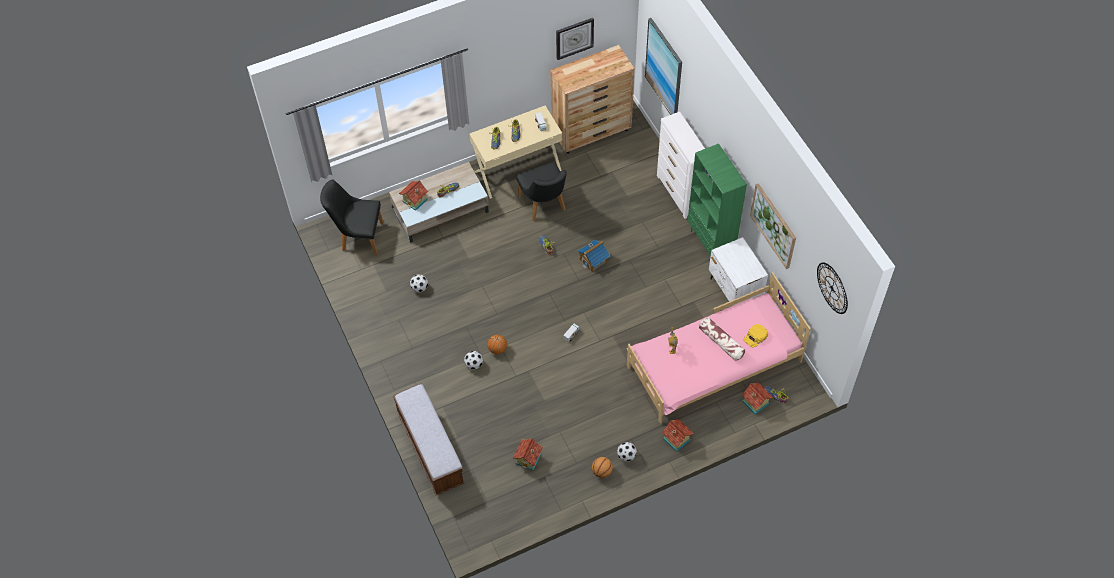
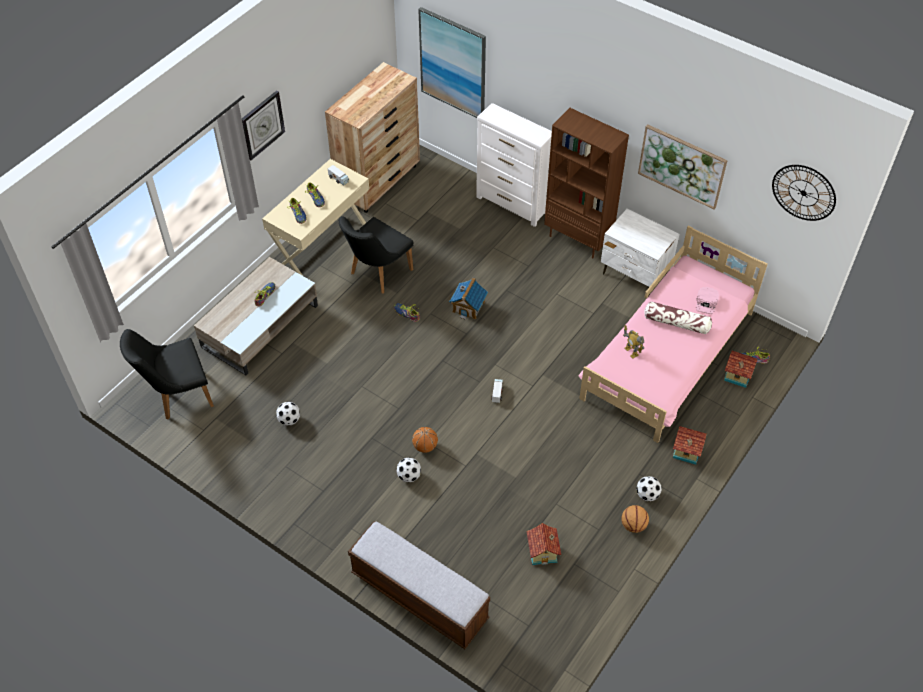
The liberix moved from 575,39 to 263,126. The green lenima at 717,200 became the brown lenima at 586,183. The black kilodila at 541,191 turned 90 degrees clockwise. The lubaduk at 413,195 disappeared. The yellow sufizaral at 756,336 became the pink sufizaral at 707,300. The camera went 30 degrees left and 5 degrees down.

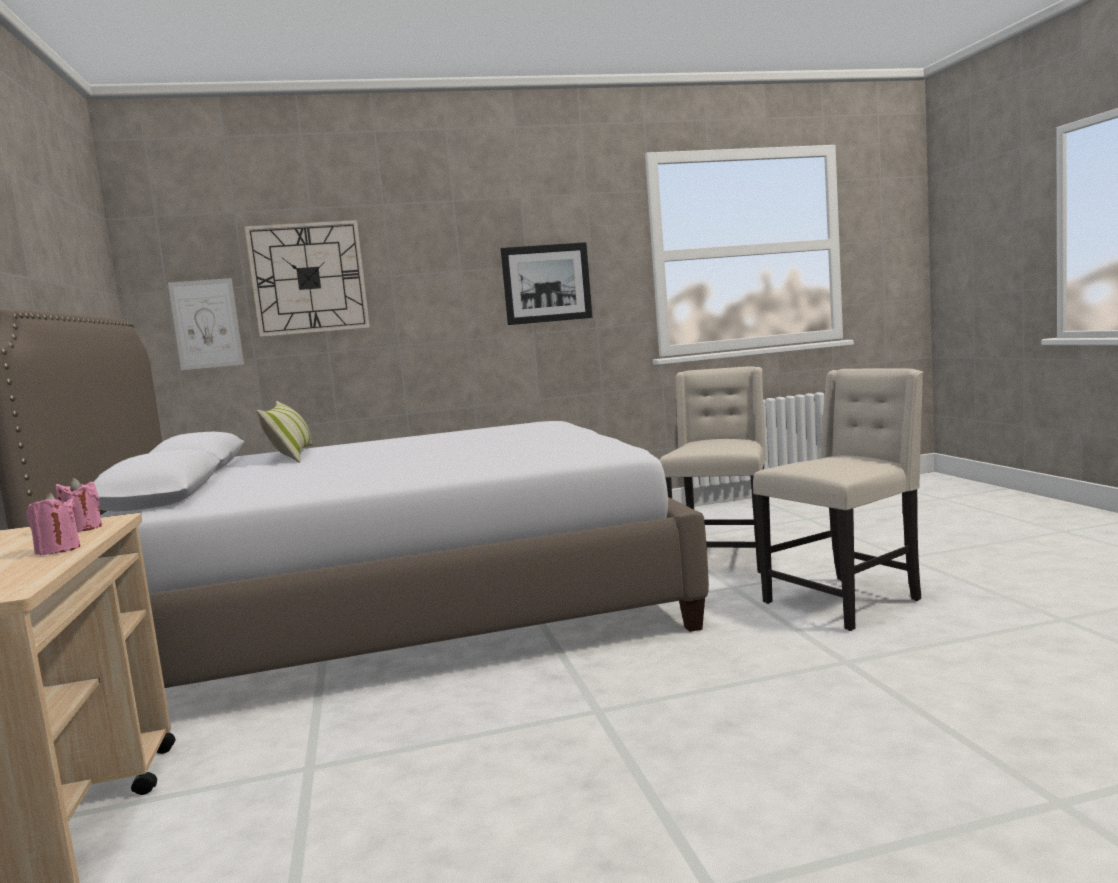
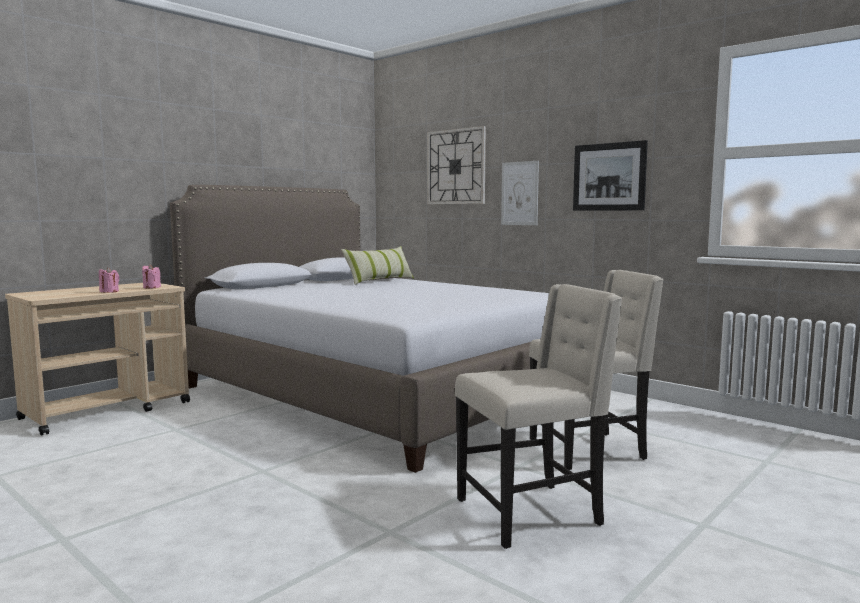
The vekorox moved from 206,324 to 520,193. The beige kilodila at 838,499 turned 45 degrees counterclockwise. The camera went 55 degrees right and 0 degrees up.

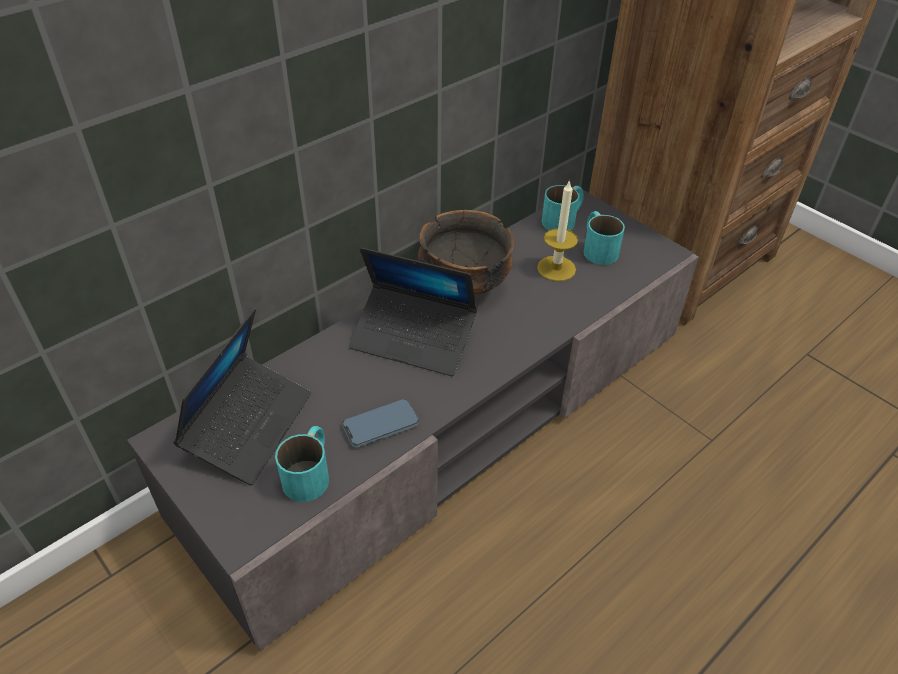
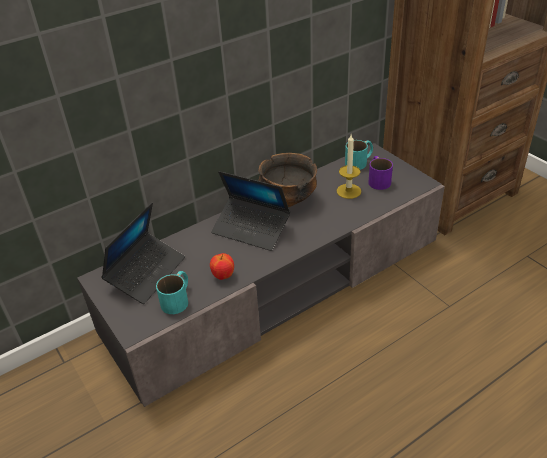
The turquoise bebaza at 604,238 became the purple bebaza at 380,173. The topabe at 380,423 was replaced by the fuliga at 222,266. The camera went 10 degrees right and 5 degrees down.

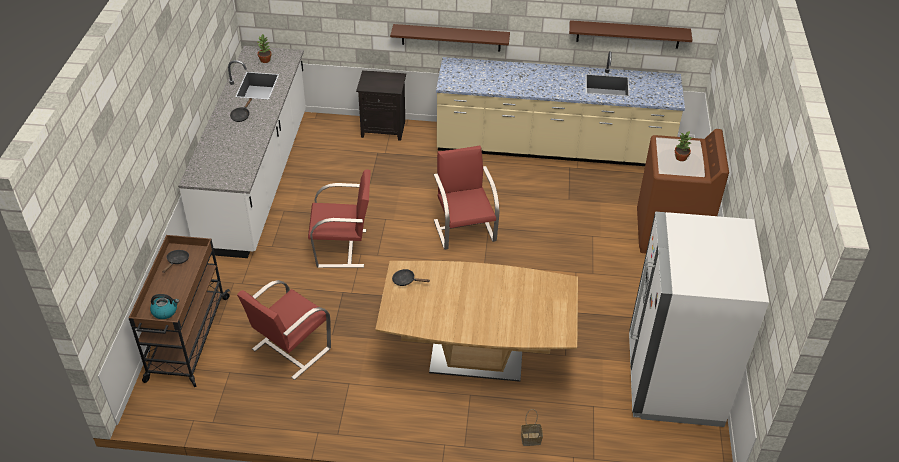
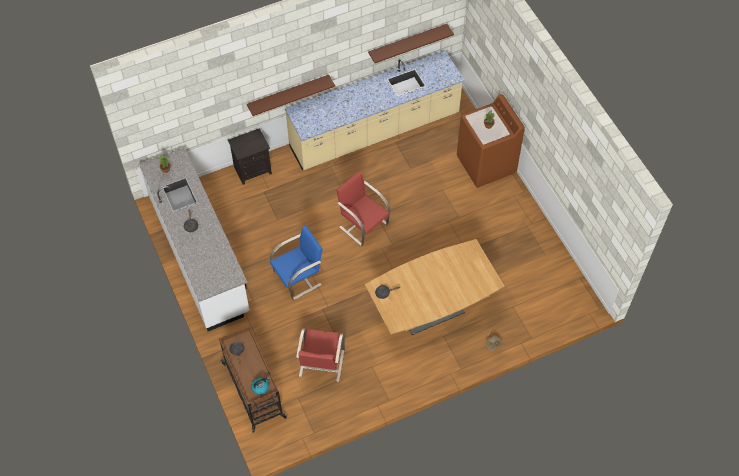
The red kilodila at 339,218 became the blue kilodila at 296,262. The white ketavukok at 699,319 disappeared. The camera went 30 degrees left and 15 degrees up.

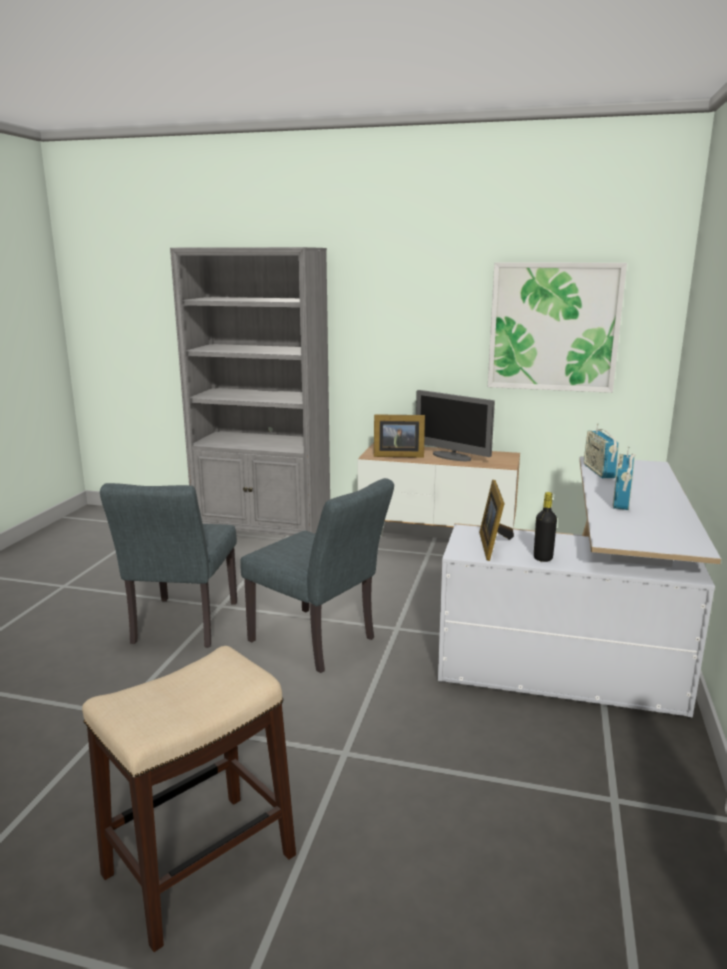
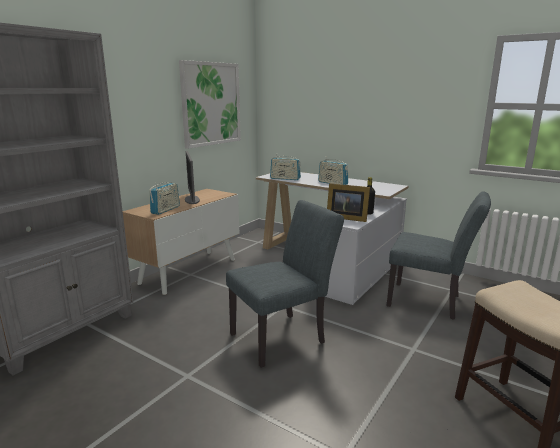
The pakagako at 455,425 turned 105 degrees clockwise. The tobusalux at 399,436 was replaced by the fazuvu at 164,198. The grey kilodila moved from 168,565 to 439,256. The camera went 70 degrees left and 0 degrees up.

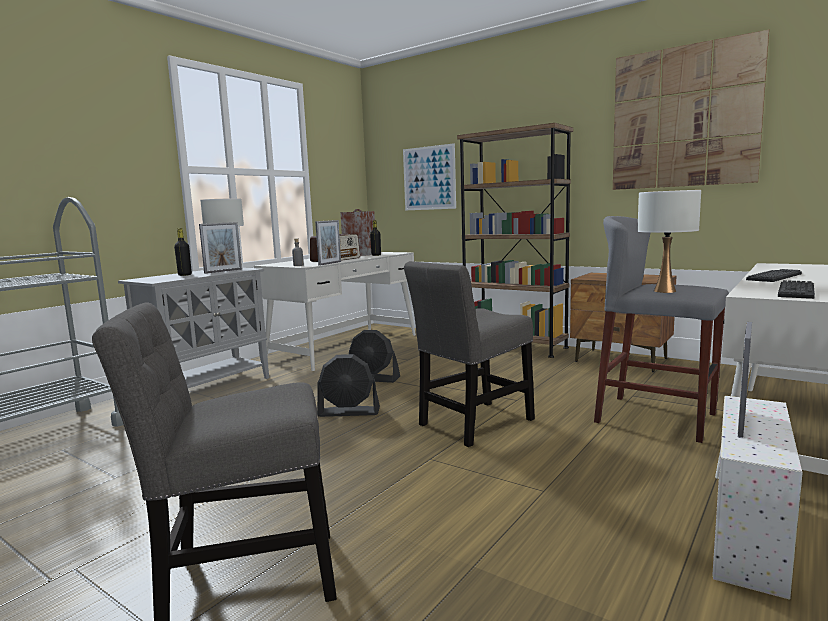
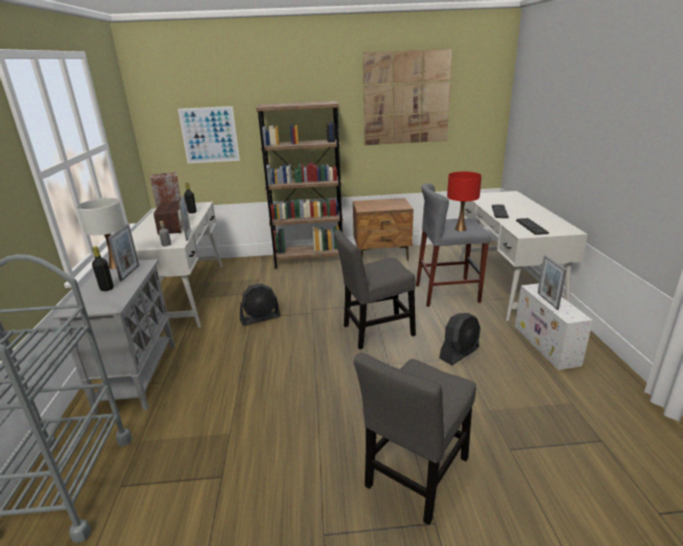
The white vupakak at 669,241 became the red vupakak at 464,201. The grey kilodila at 469,354 turned 60 degrees clockwise. The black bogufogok moved from 348,385 to 459,339. The camera went 40 degrees left and 15 degrees up.

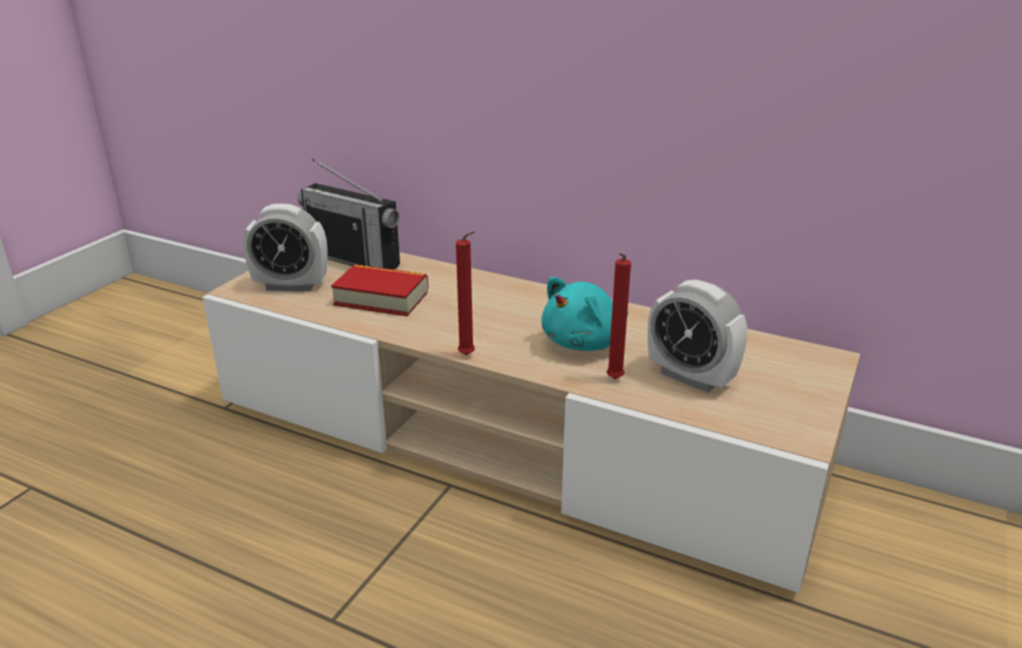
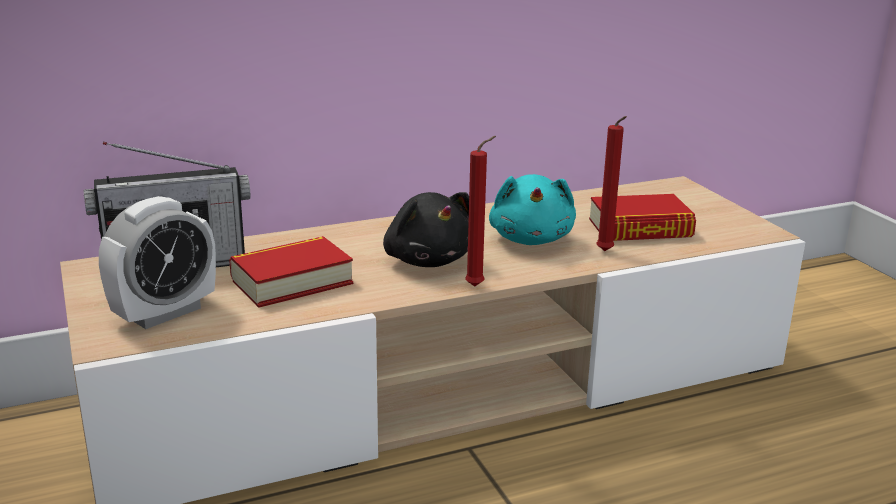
The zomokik at 697,336 was replaced by the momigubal at 642,217. The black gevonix at 426,229 appeared. The camera went 50 degrees left and 5 degrees down.

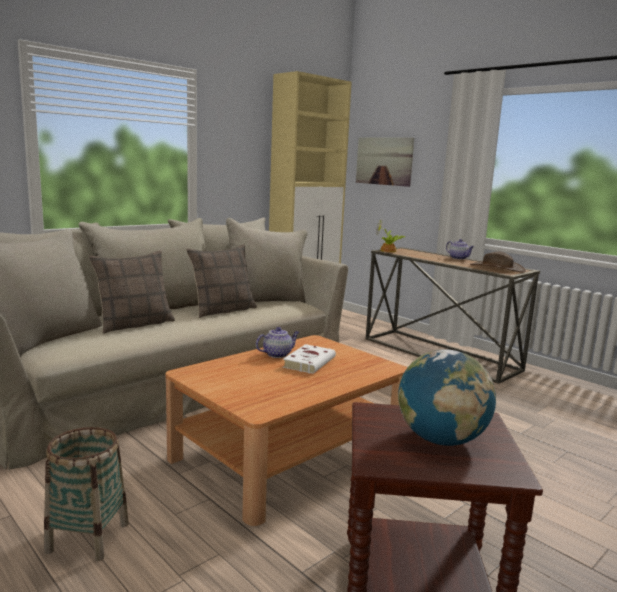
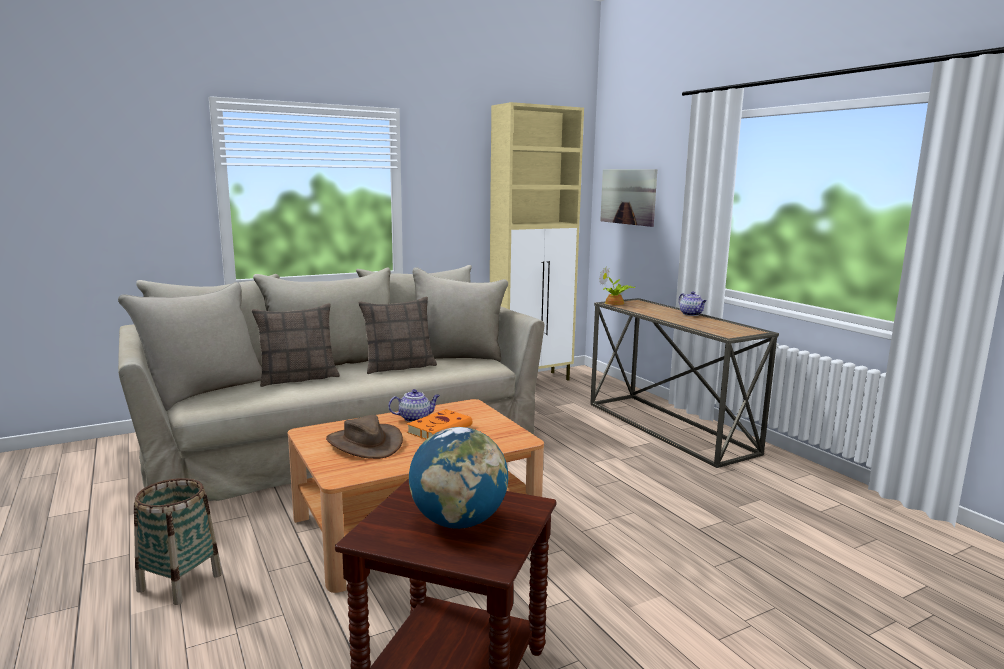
The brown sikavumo moved from 498,262 to 364,437. The white momigubal at 309,359 became the orange momigubal at 439,424. The camera went 15 degrees right and 0 degrees up.

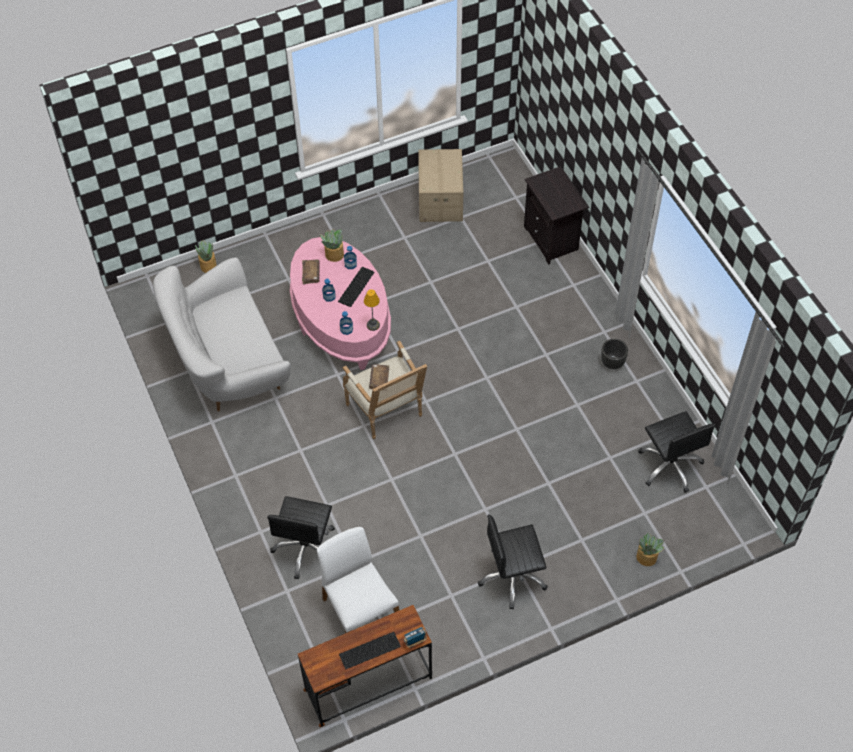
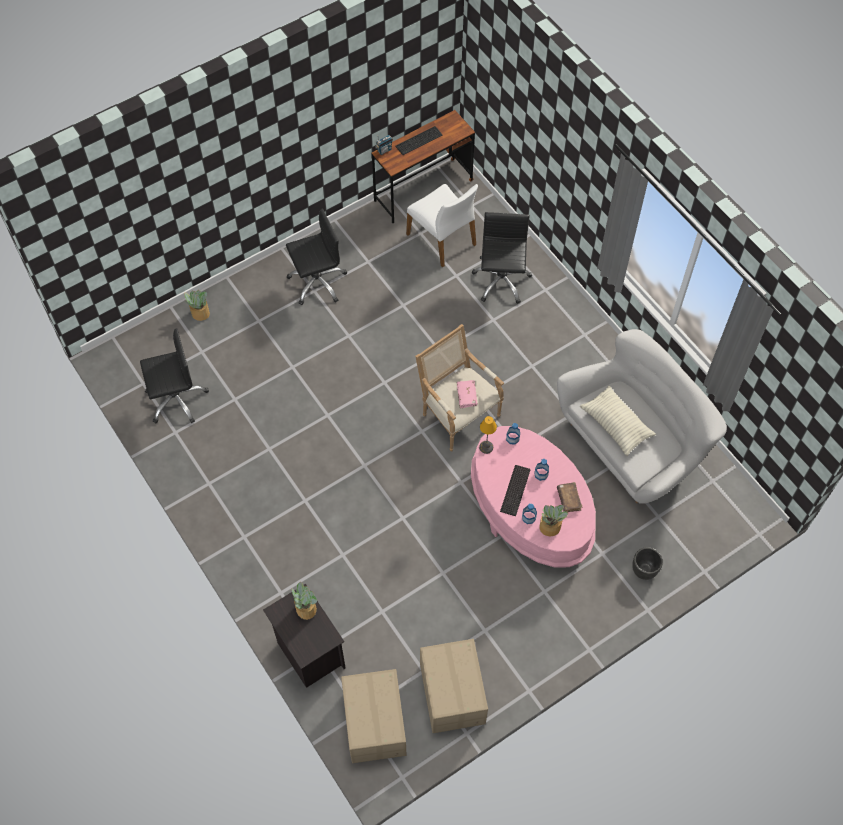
The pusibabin moved from 206,256 to 304,601. The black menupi moved from 614,354 to 647,563. The brown momigubal at 379,377 became the pink momigubal at 467,394. The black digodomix at 676,452 turned 105 degrees clockwise. The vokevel at 618,421 appeared. The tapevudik at 373,716 appeared. The camera went 170 degrees right and 5 degrees up.

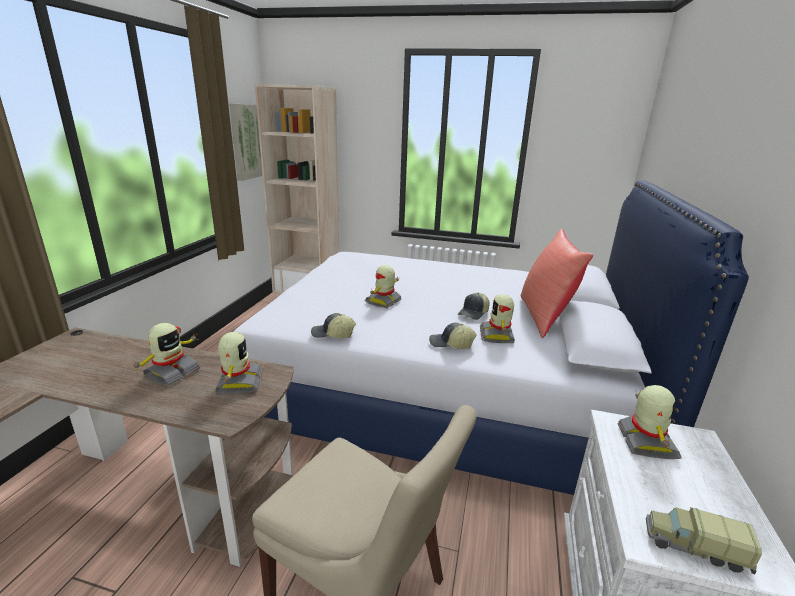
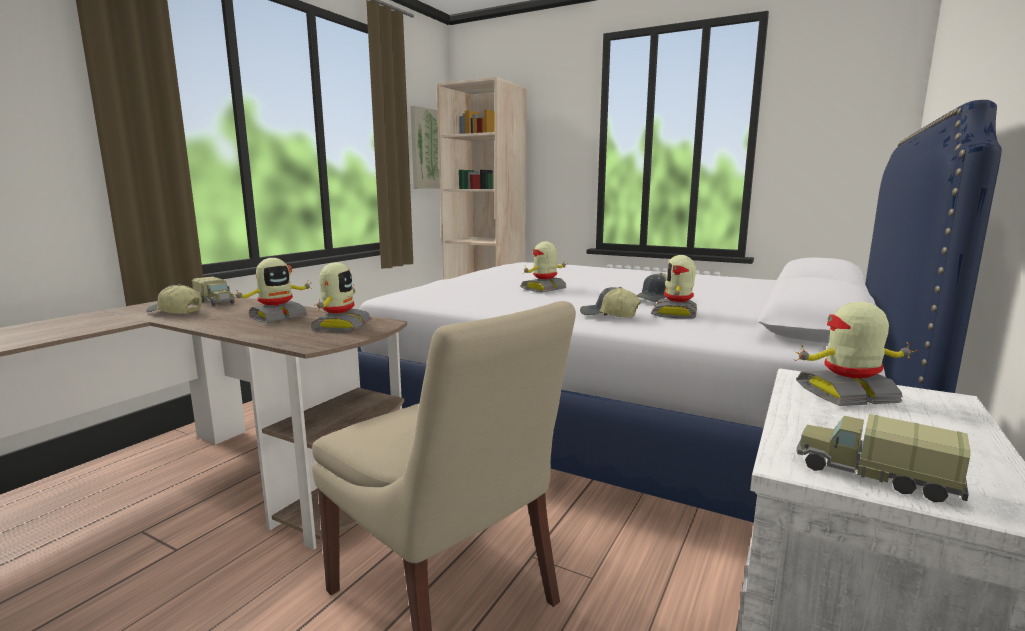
The red vokevel at 557,283 disappeared. The sufizaral moved from 333,325 to 174,299. The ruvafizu at 649,422 turned 120 degrees counterclockwise. The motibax at 213,291 appeared. The camera went 15 degrees right and 10 degrees down.

